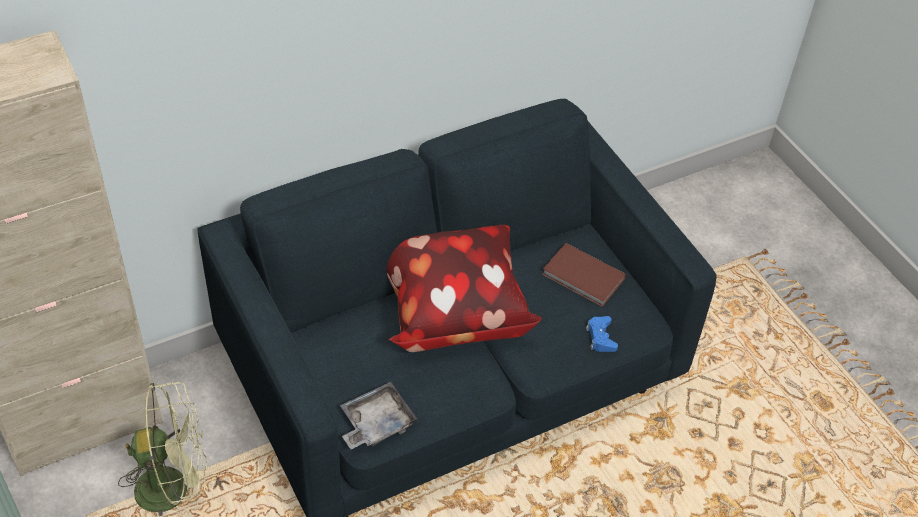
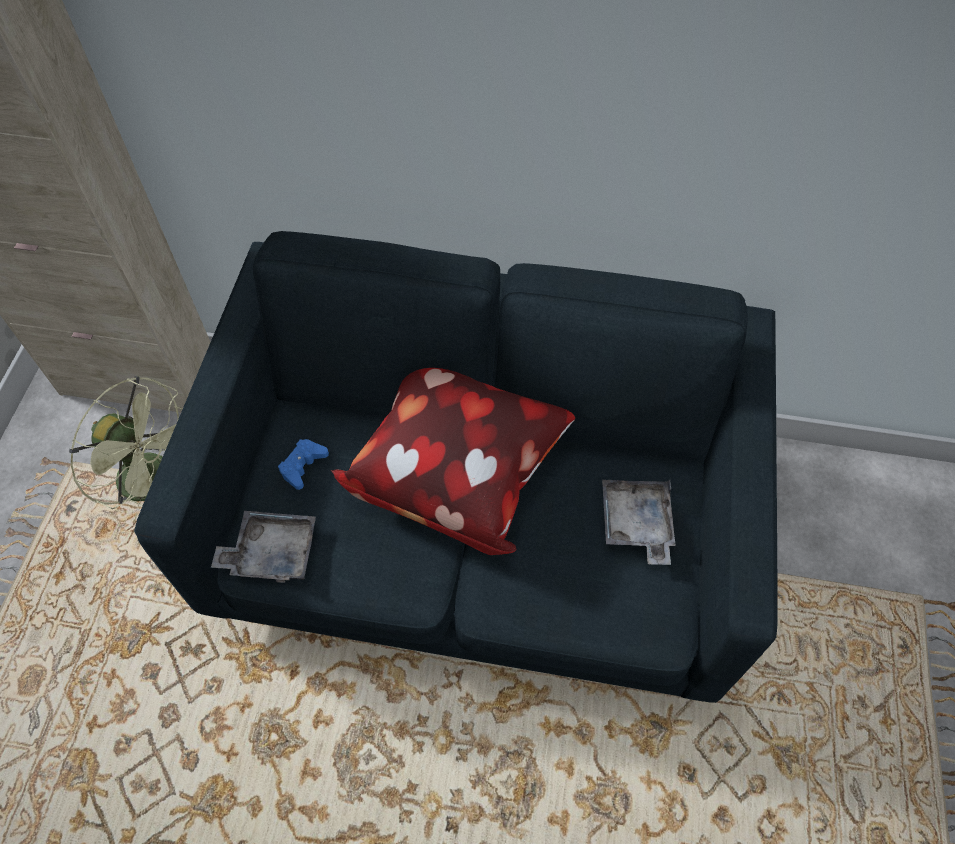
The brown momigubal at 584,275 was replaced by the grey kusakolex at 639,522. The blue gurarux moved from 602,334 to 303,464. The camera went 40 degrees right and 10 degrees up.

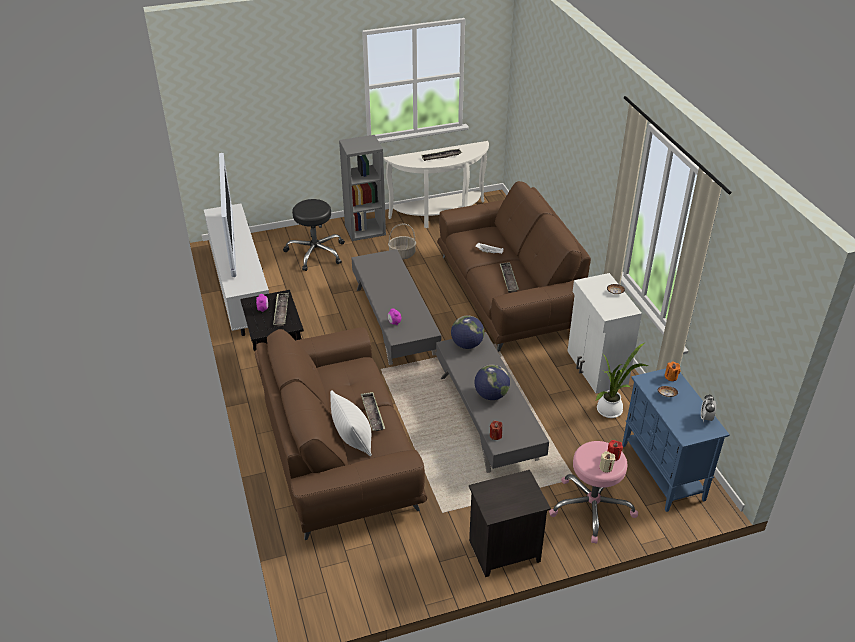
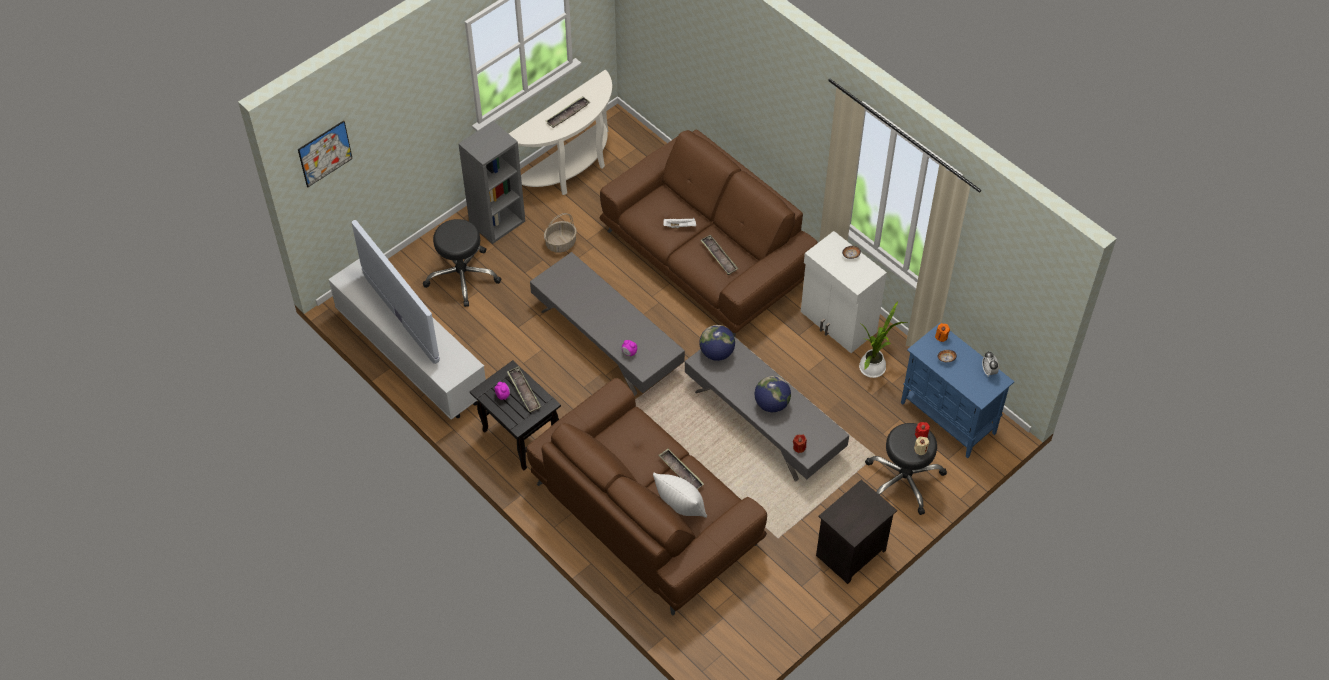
The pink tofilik at 593,492 became the black tofilik at 906,469. The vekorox at 325,153 appeared. The camera went 25 degrees left and 15 degrees up.

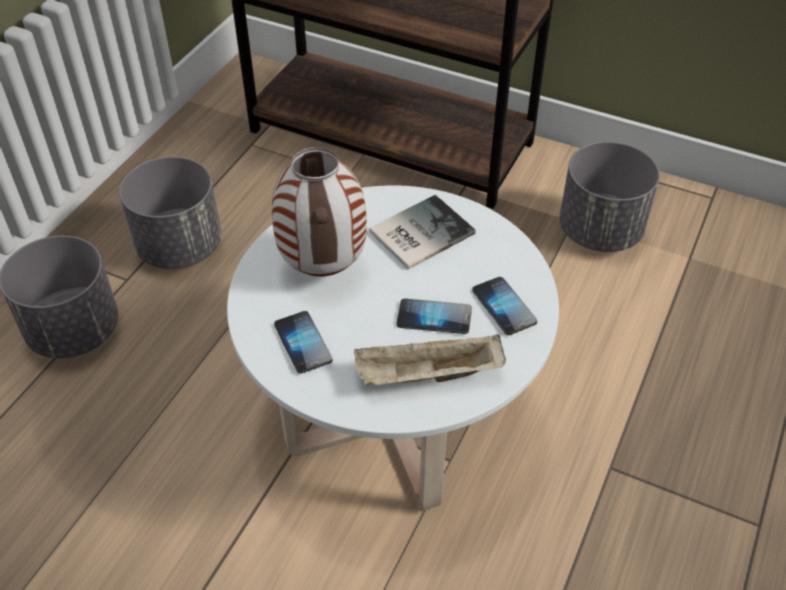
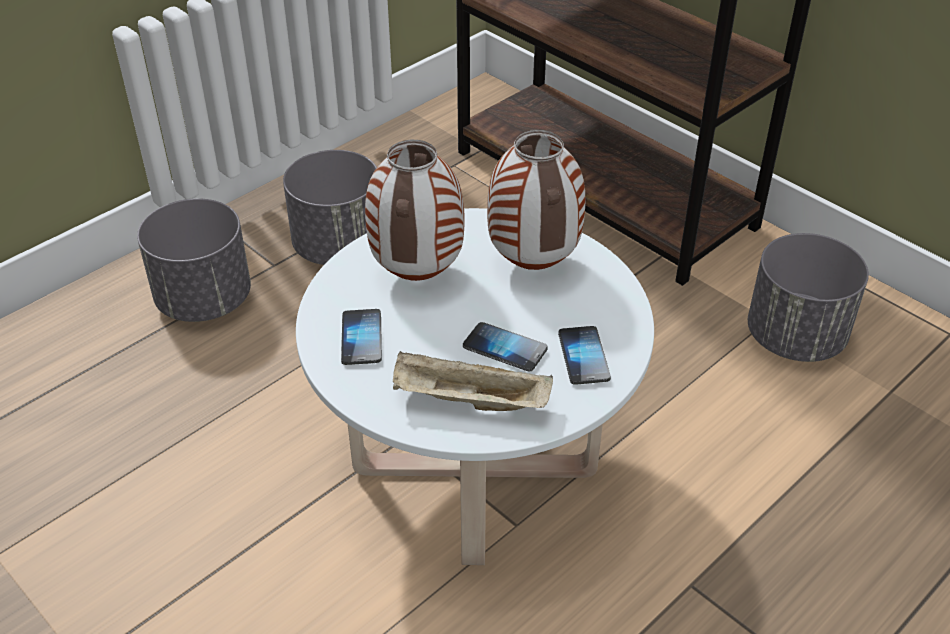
The momigubal at 422,232 was replaced by the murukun at 536,200. The camera went 20 degrees right and 5 degrees down.

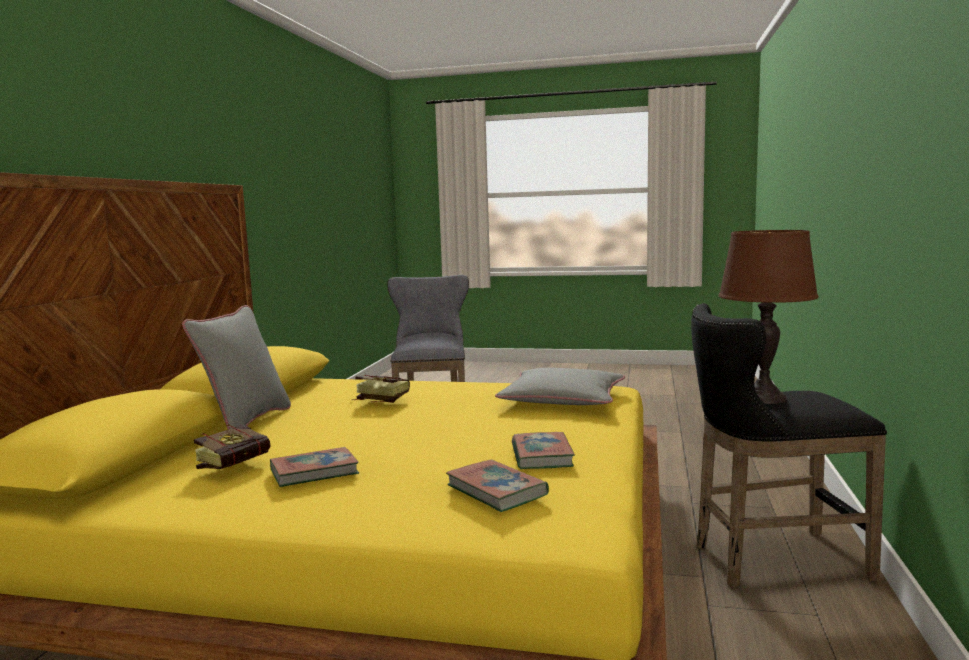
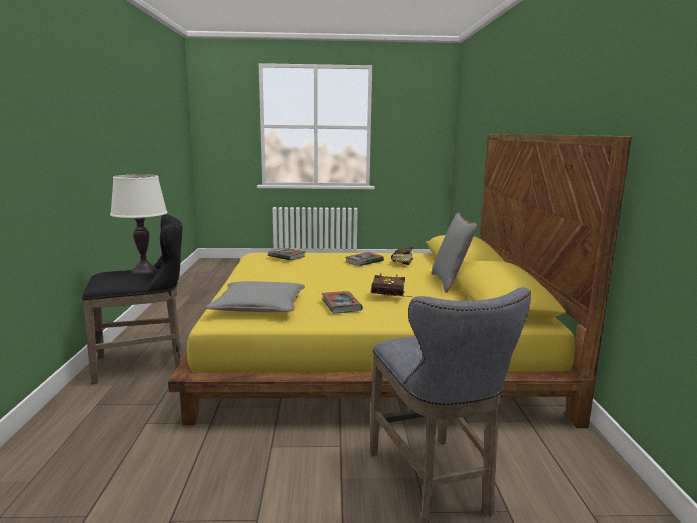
The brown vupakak at 768,317 became the white vupakak at 139,224. The momigubal moved from 543,450 to 342,302. The camera went 165 degrees right and 5 degrees up.

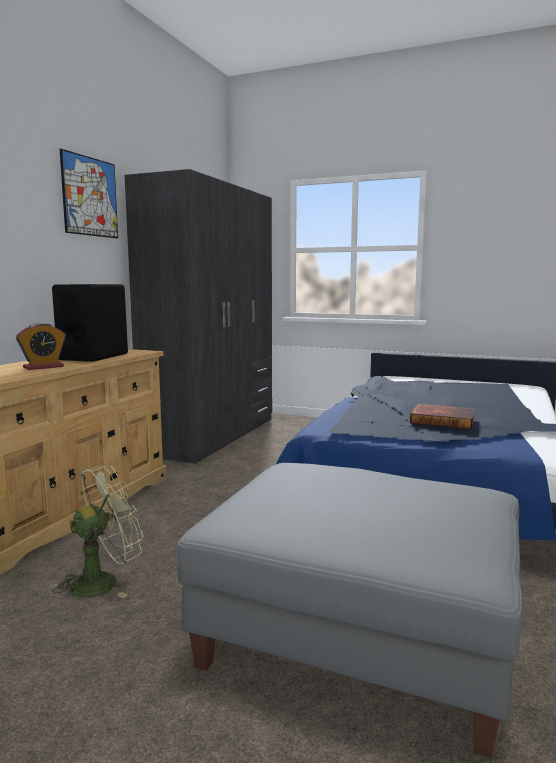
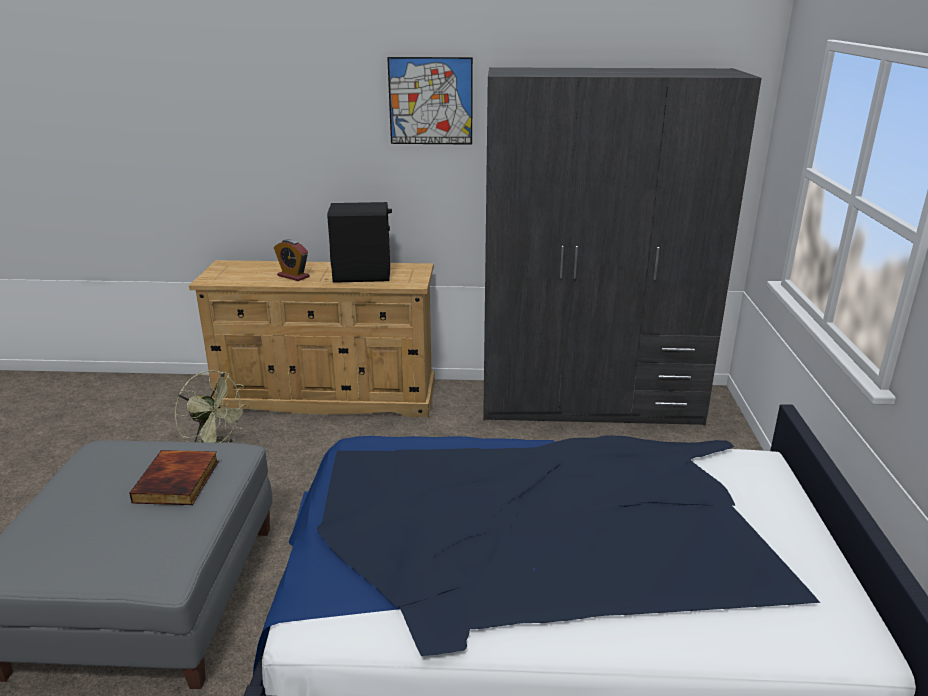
The momigubal moved from 442,416 to 174,477. The camera went 70 degrees right and 15 degrees up.

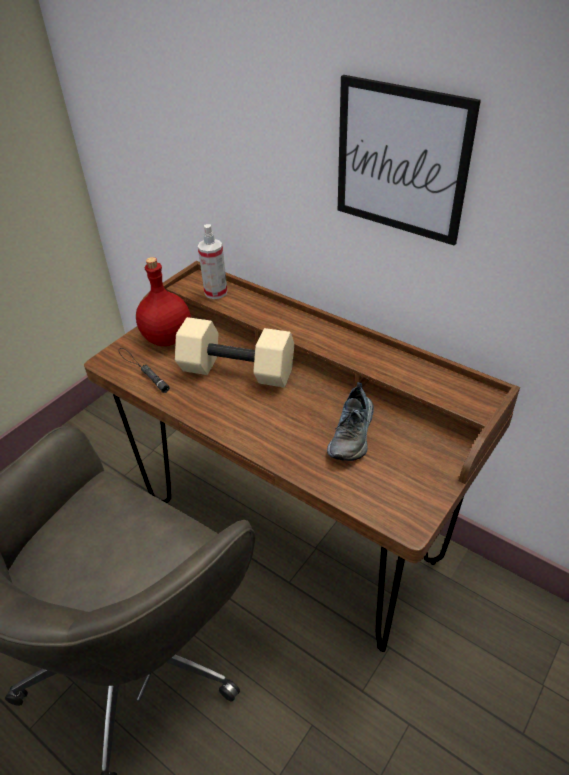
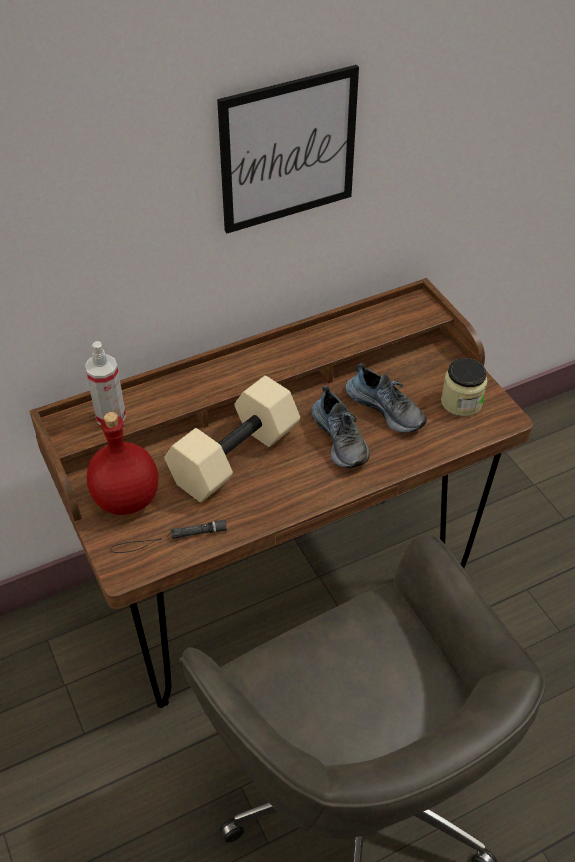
The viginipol at 464,387 appeared. The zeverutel at 340,427 appeared. The camera went 65 degrees left and 5 degrees up.

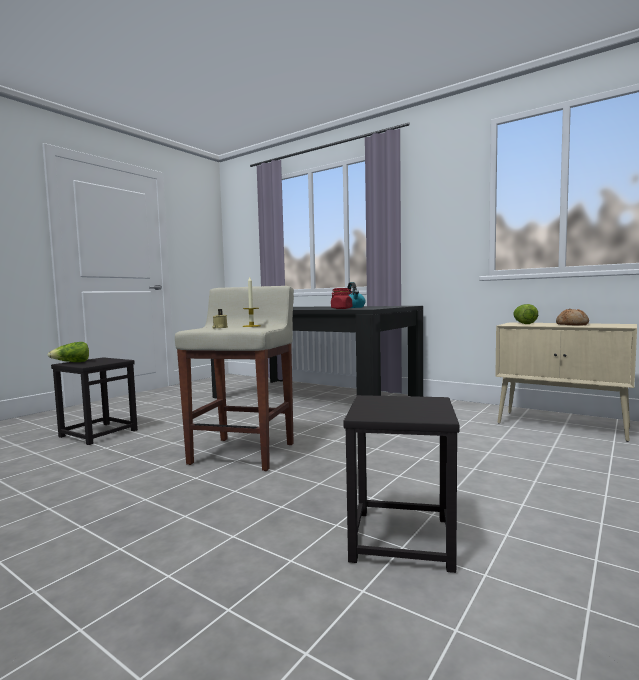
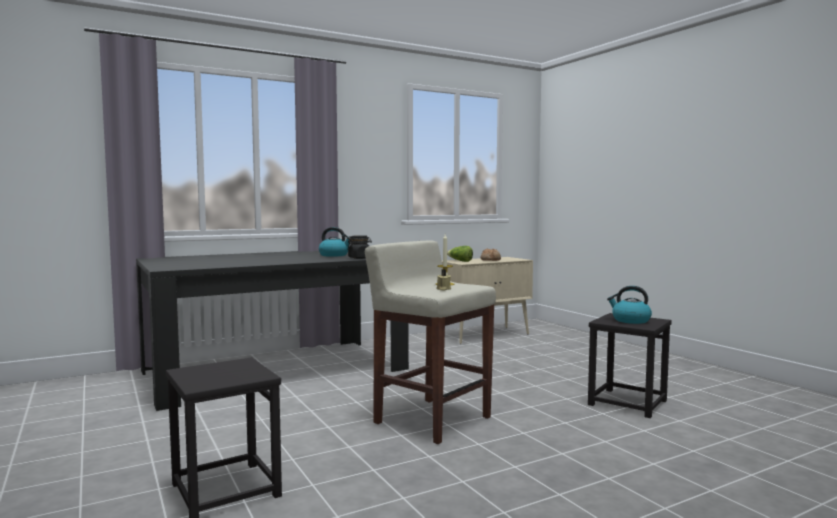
The red viginipol at 341,298 became the black viginipol at 359,247. The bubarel at 68,352 disappeared. The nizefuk at 629,305 appeared. The camera went 65 degrees left and 0 degrees up.

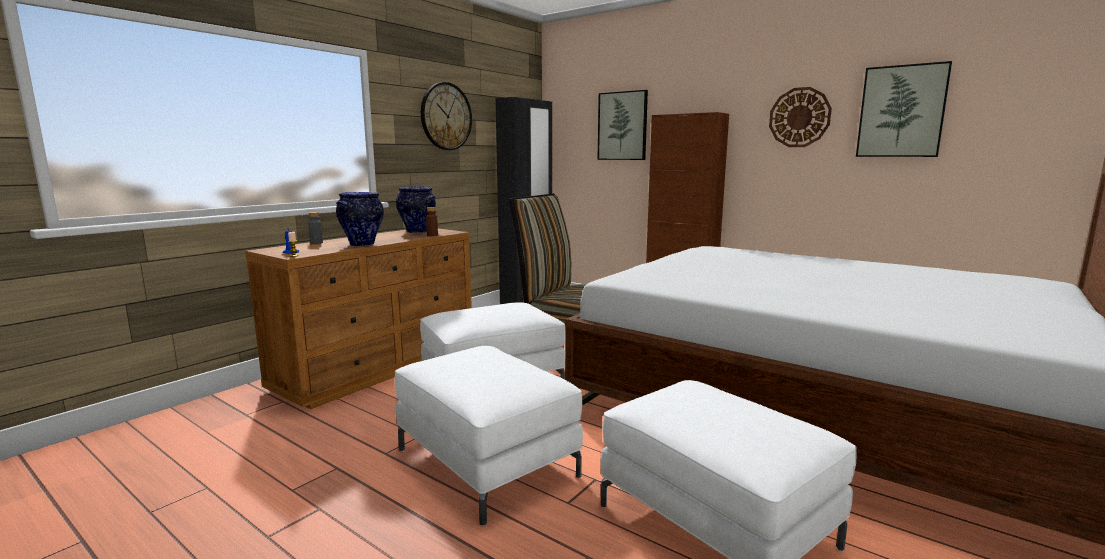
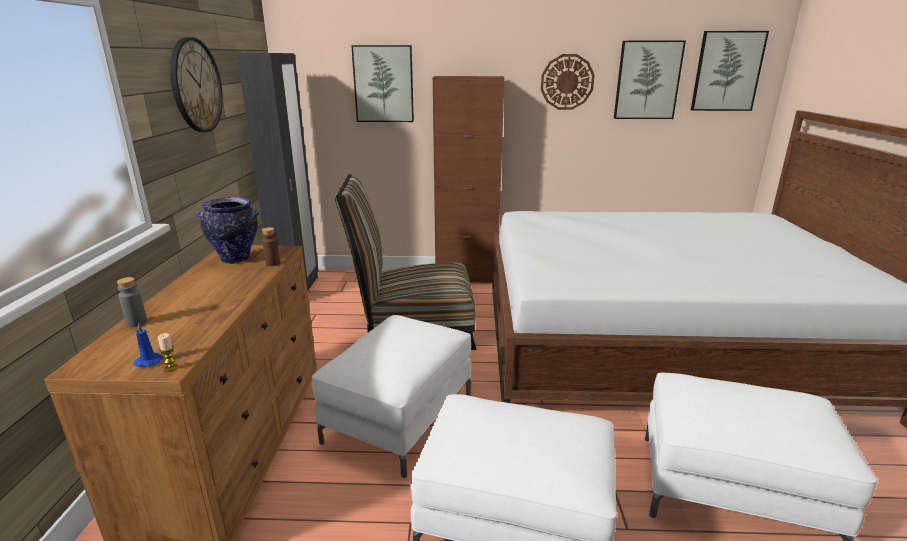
The murukun at 360,219 disappeared. The vekorox at 730,71 appeared. The camera went 35 degrees left and 10 degrees up.

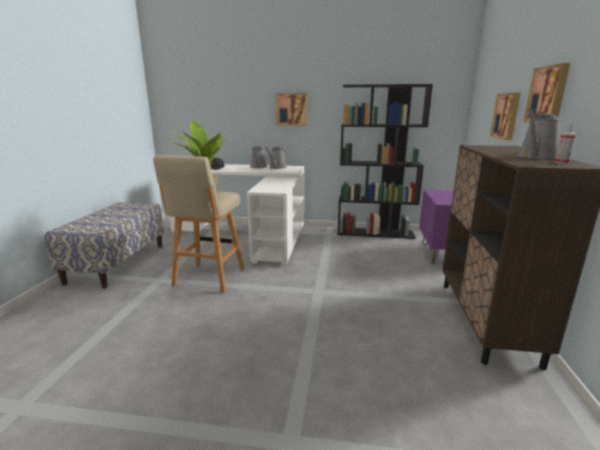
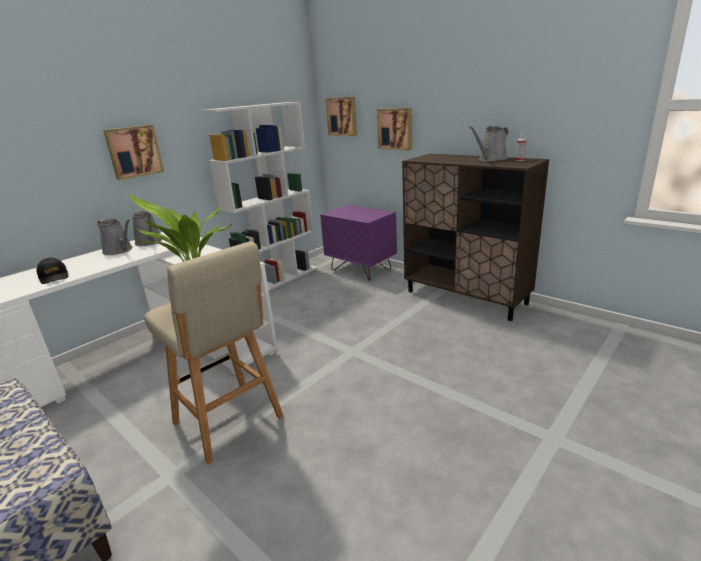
The vekorox moved from 546,93 to 341,116. The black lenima at 385,161 became the white lenima at 258,196. The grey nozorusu at 538,134 turned 60 degrees clockwise. The camera went 55 degrees left and 5 degrees up.

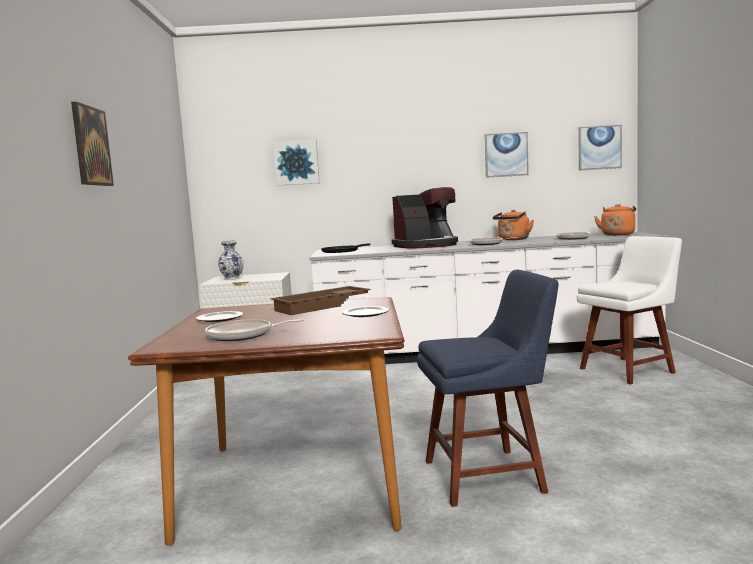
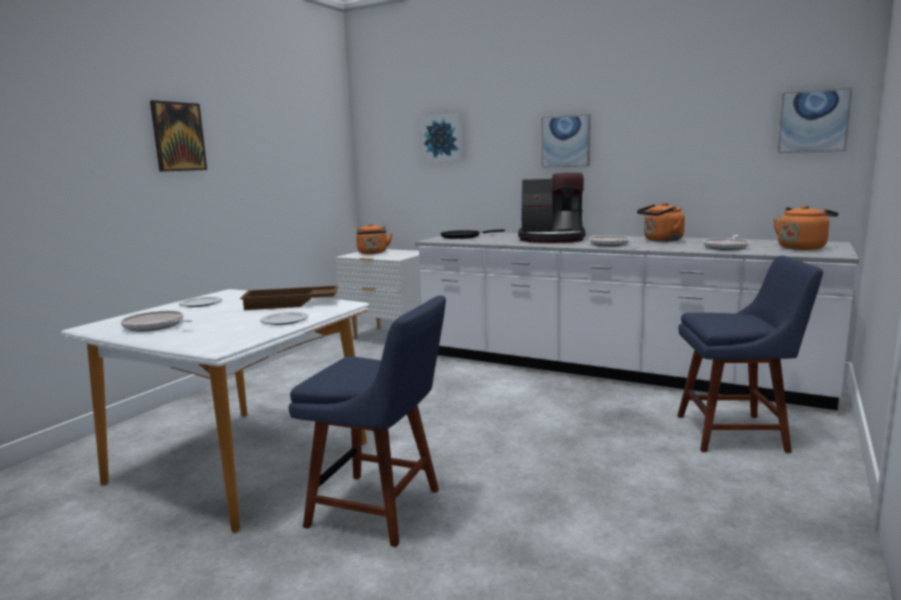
The vekorox moved from 507,155 to 566,141. The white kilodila at 629,310 became the blue kilodila at 750,354. The murukun at 231,260 was replaced by the orange nizefuk at 374,239. The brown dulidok at 266,421 became the white dulidok at 215,410. The camera went 30 degrees right and 5 degrees up.

